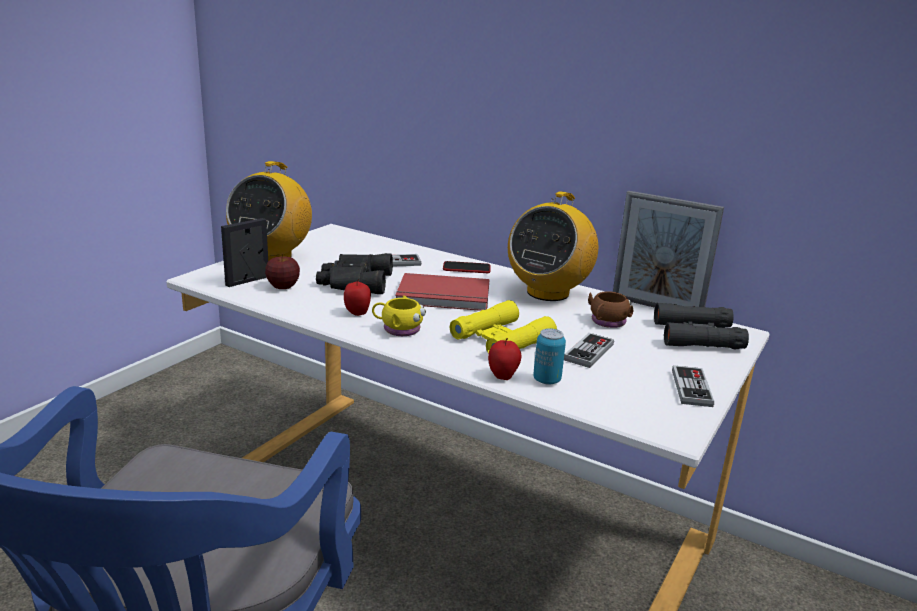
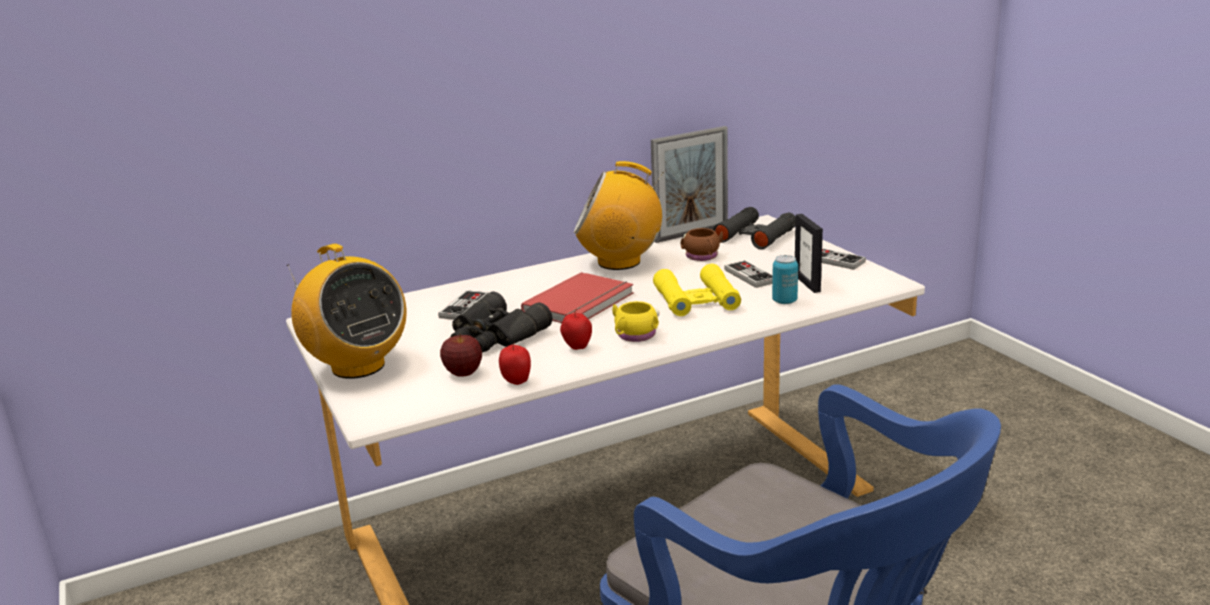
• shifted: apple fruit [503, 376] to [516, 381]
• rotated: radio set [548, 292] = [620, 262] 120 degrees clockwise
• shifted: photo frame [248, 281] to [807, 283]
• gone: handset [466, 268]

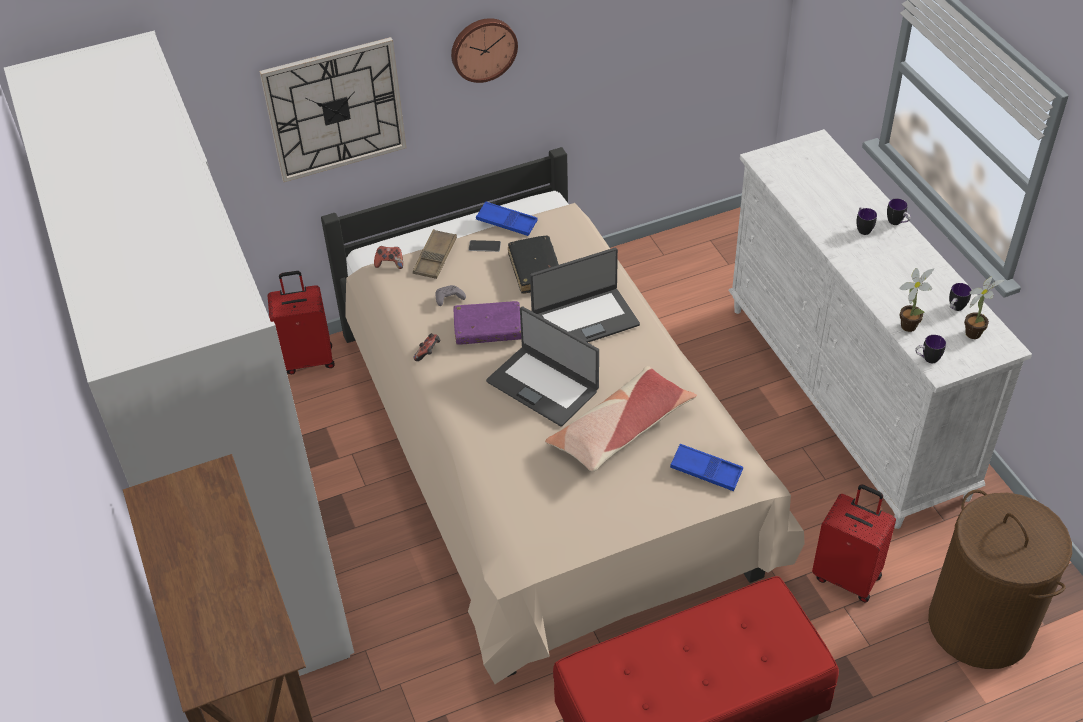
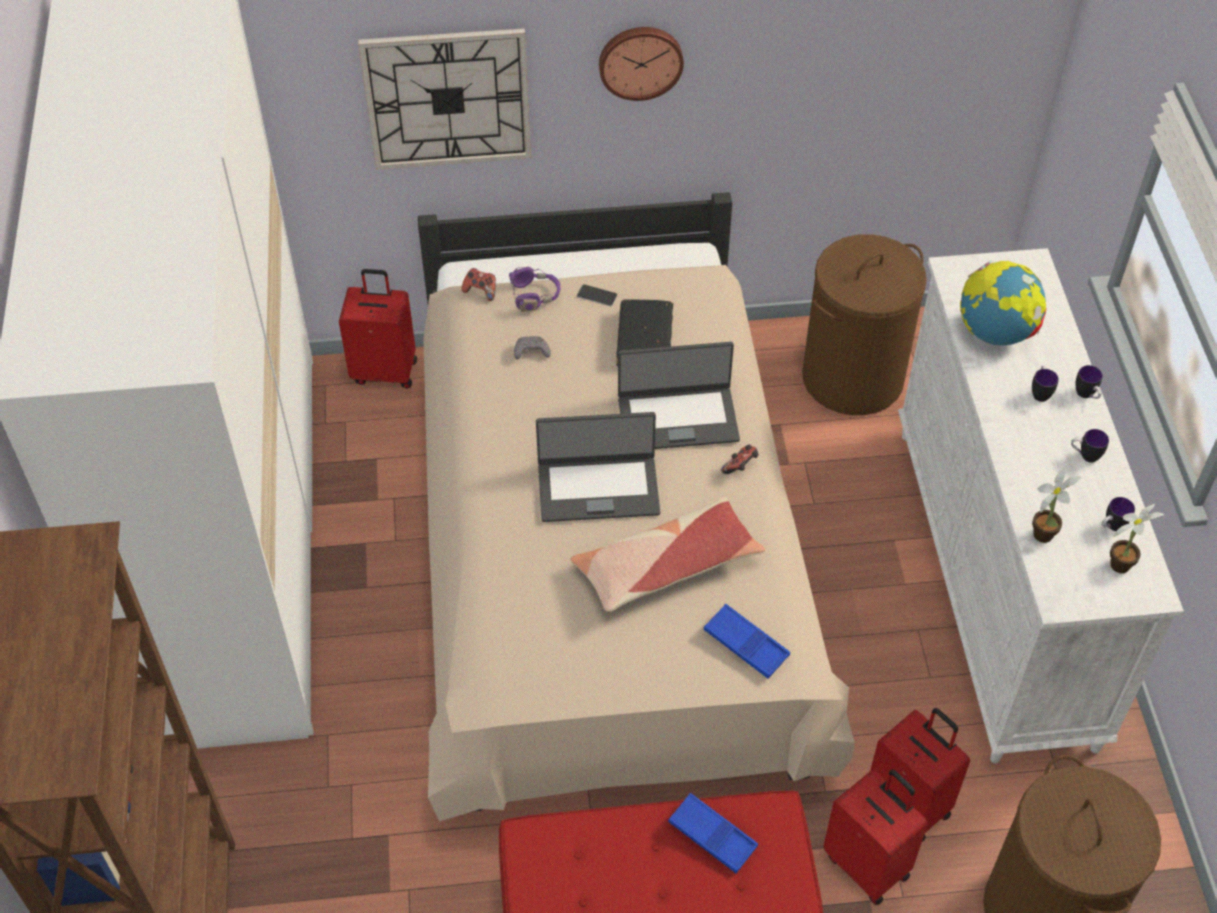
• swapped: brown-coloured carrying tray [435, 257] to purple-coloured pair of headphones [535, 296]
• rotated: laptop [543, 385] = [598, 488] 60 degrees counterclockwise
• shifted: blue-coloured carrying tray [506, 222] to [712, 836]
• shifted: gamepad [428, 353] to [740, 467]
• new: brown-coloured laundry basket [852, 377]
• new: reddish suitcase [868, 864]
• new: world globe [996, 332]
• shifted: tea mug [927, 359] to [1085, 456]
• gone: purple-coloured book [488, 329]

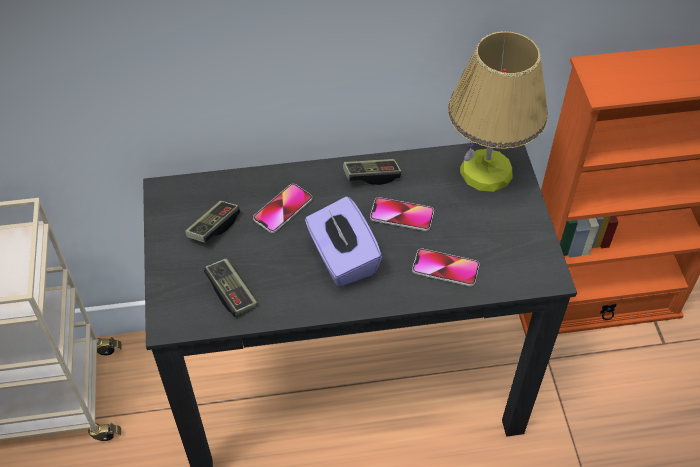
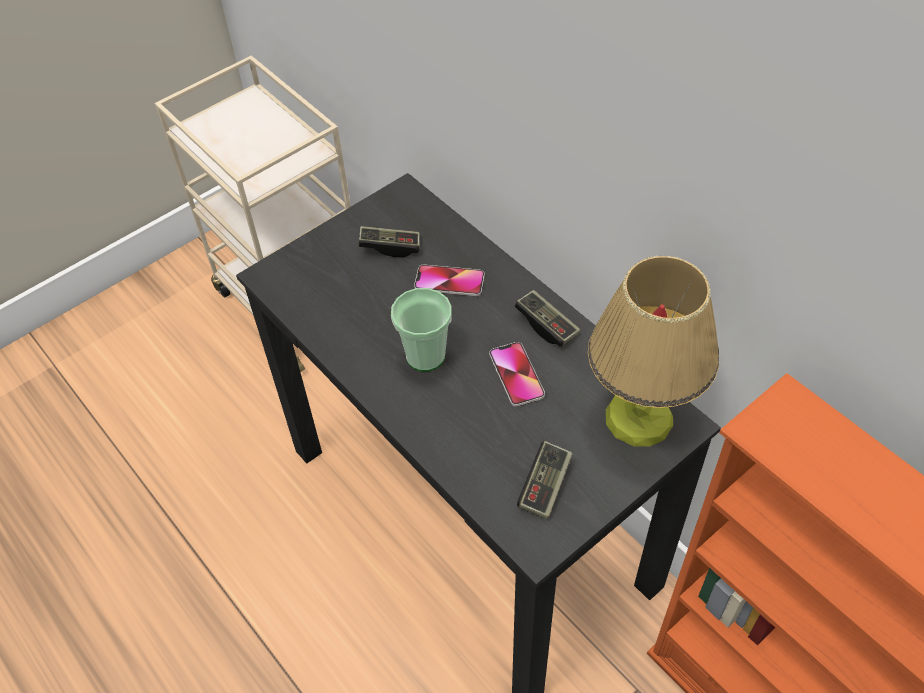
• swapped: purple-coloured box of tissues [342, 258] to drinking cup [425, 356]
• shifted: gamepad [231, 293] to [545, 486]
• gone: handset [445, 268]

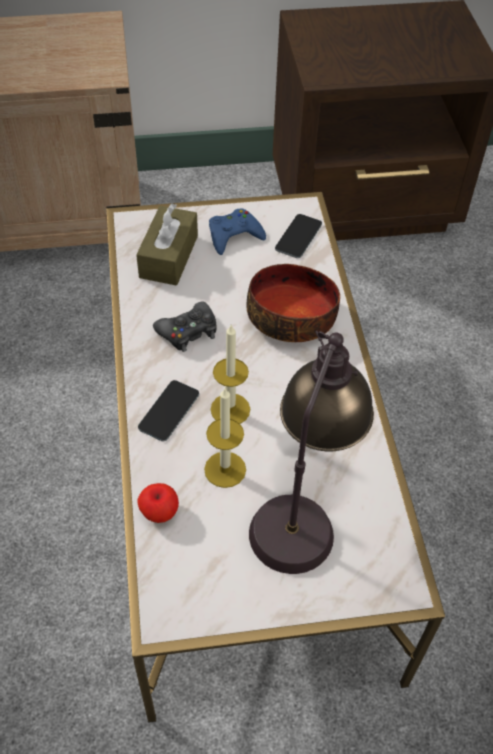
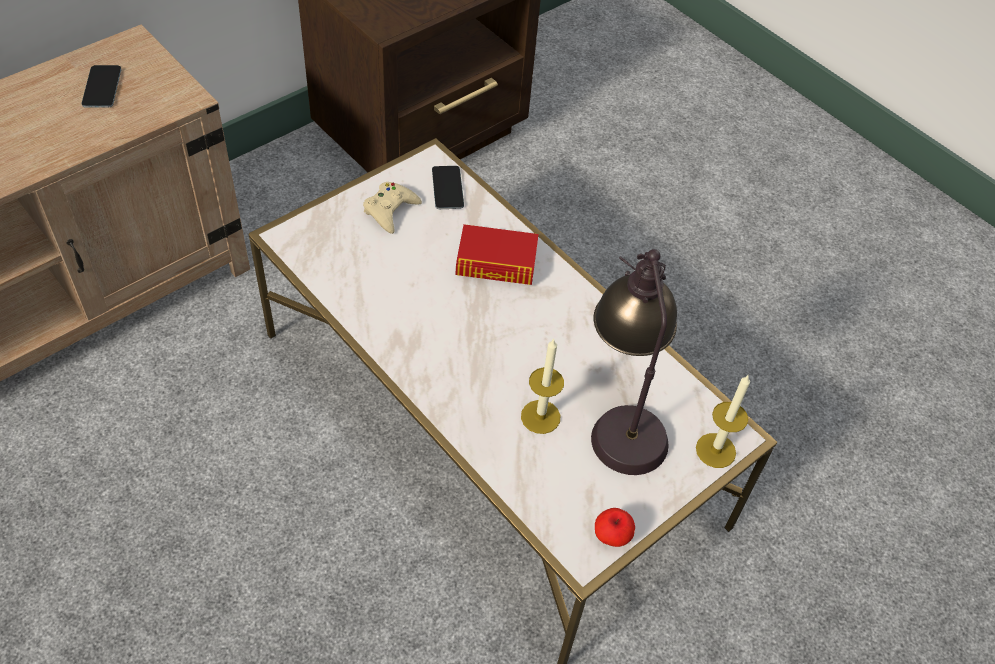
• shifted: handset [169, 411] to [102, 87]
• repainted: blue-coloured gamepad [234, 235] to sand-coloured gamepad [390, 210]
• swapped: serving bowl [292, 316] to book [496, 262]
• shifted: apple fruit [159, 512] to [611, 536]
• shifted: candle [230, 409] to [715, 450]
• gone: brown-coloured box of tissues [169, 256]
• gone: black gamepad [188, 332]

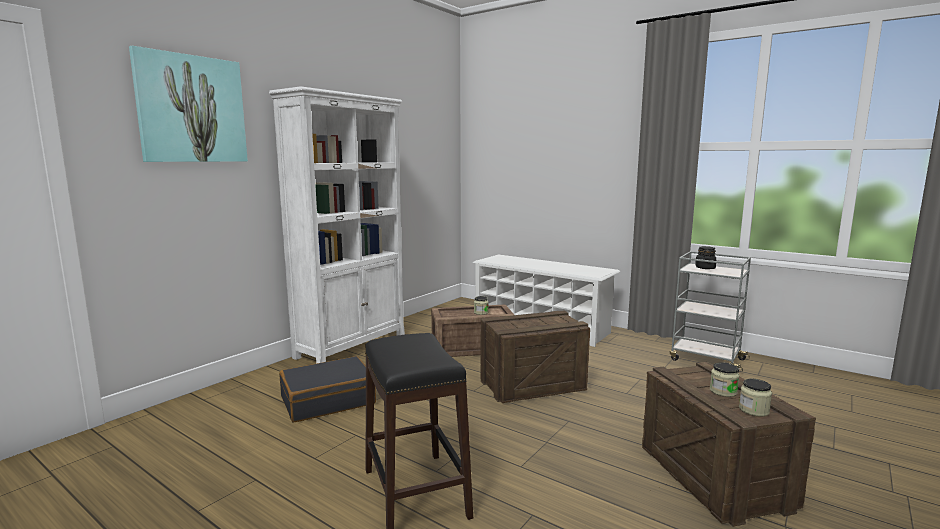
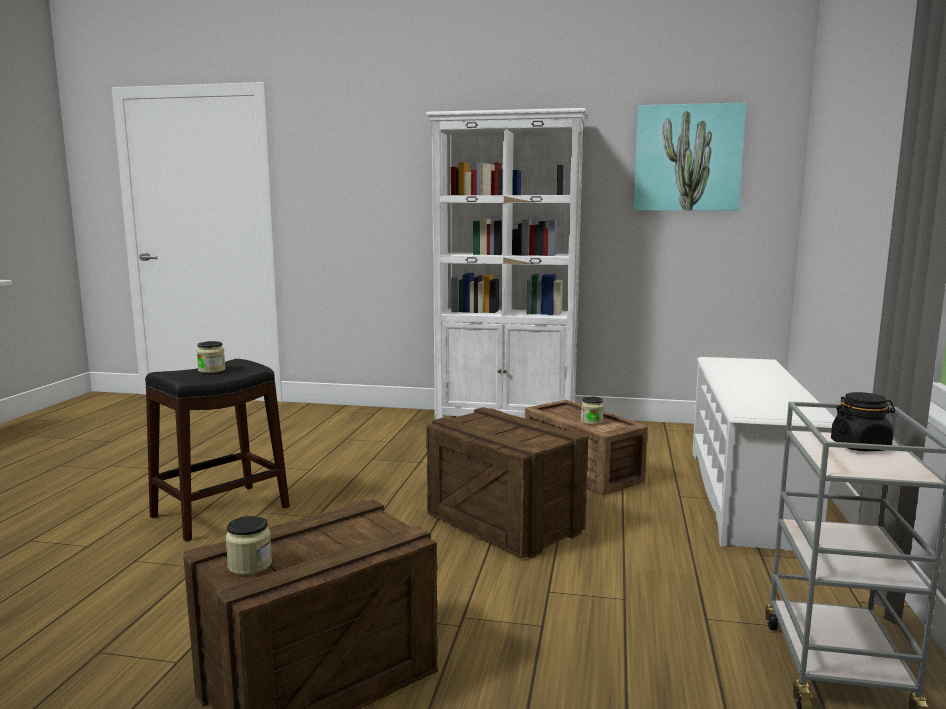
• shifted: jar [723, 391] to [211, 370]
• shifted: wall art [192, 109] to [687, 158]
• gone: black suitcase [328, 400]

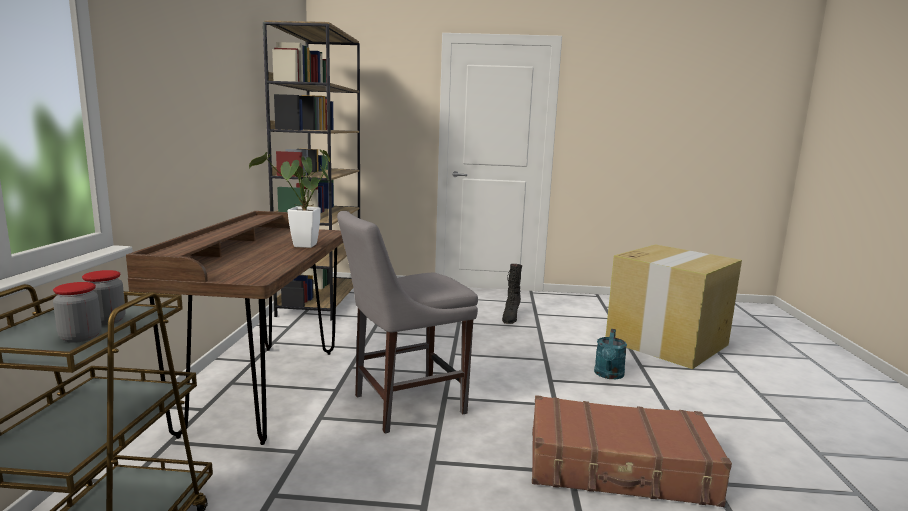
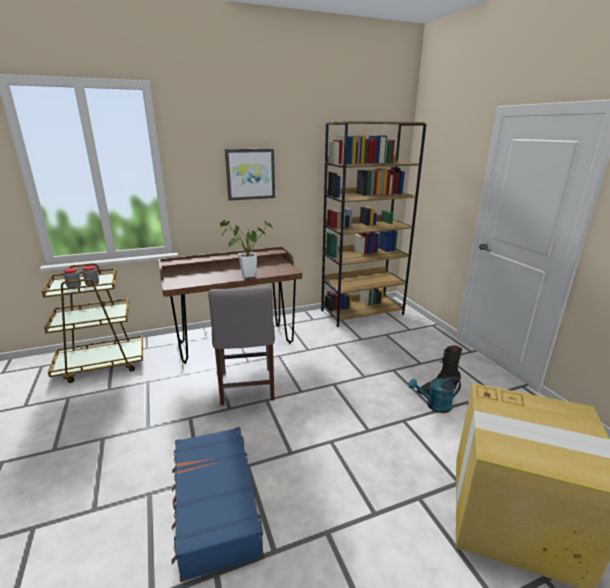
• repainted: brown-coloured suitcase [619, 468] to blue-coloured suitcase [215, 506]
• rotated: greyish chair [403, 405] = [246, 388] 135 degrees counterclockwise
• new: wall art [250, 174]
• shifted: turquoise watering pot [608, 375] to [434, 405]

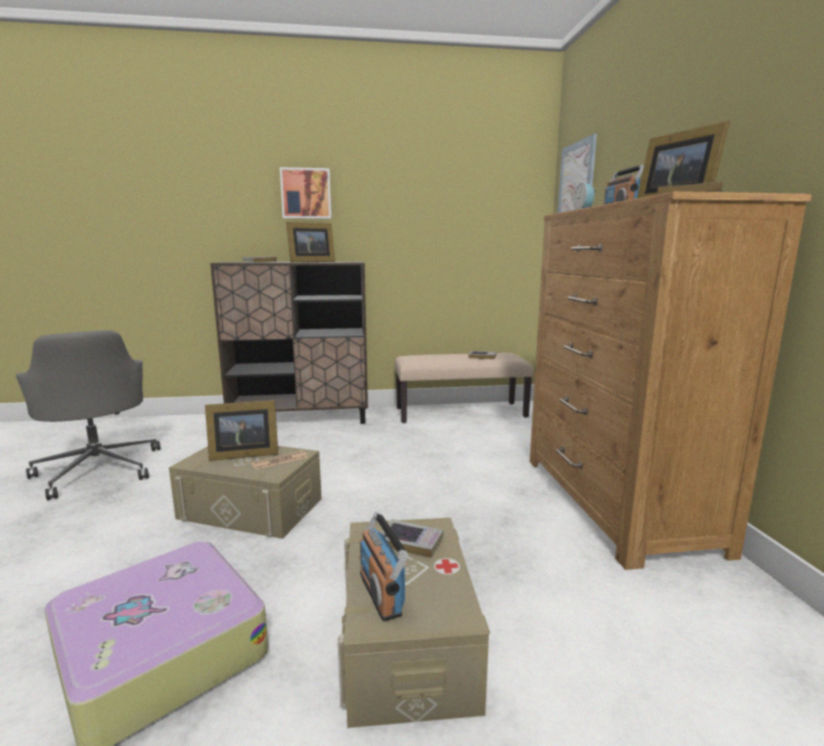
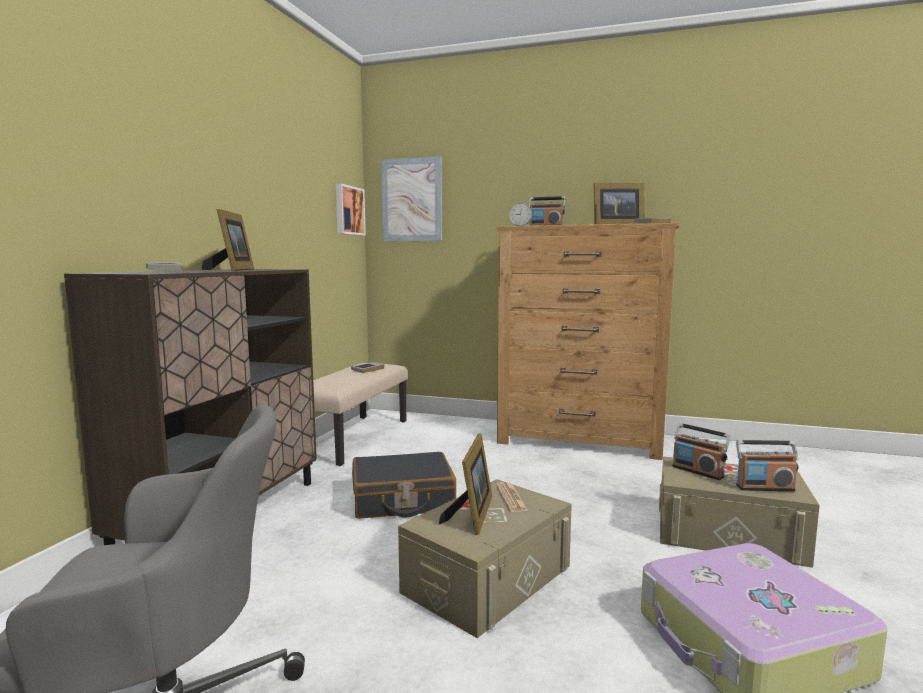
• shifted: wall art [306, 194] to [348, 210]
• new: black suitcase [402, 500]
• swapped: book [410, 542] to radio set [698, 471]

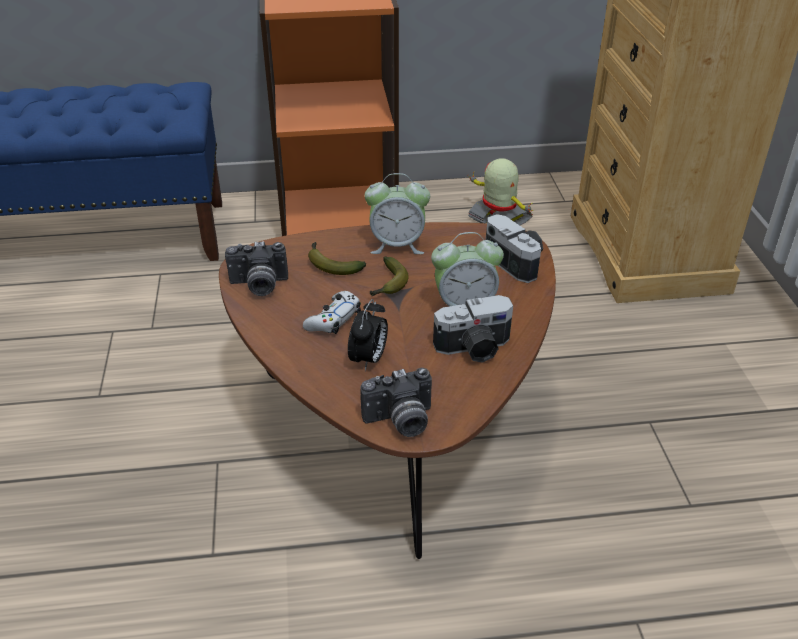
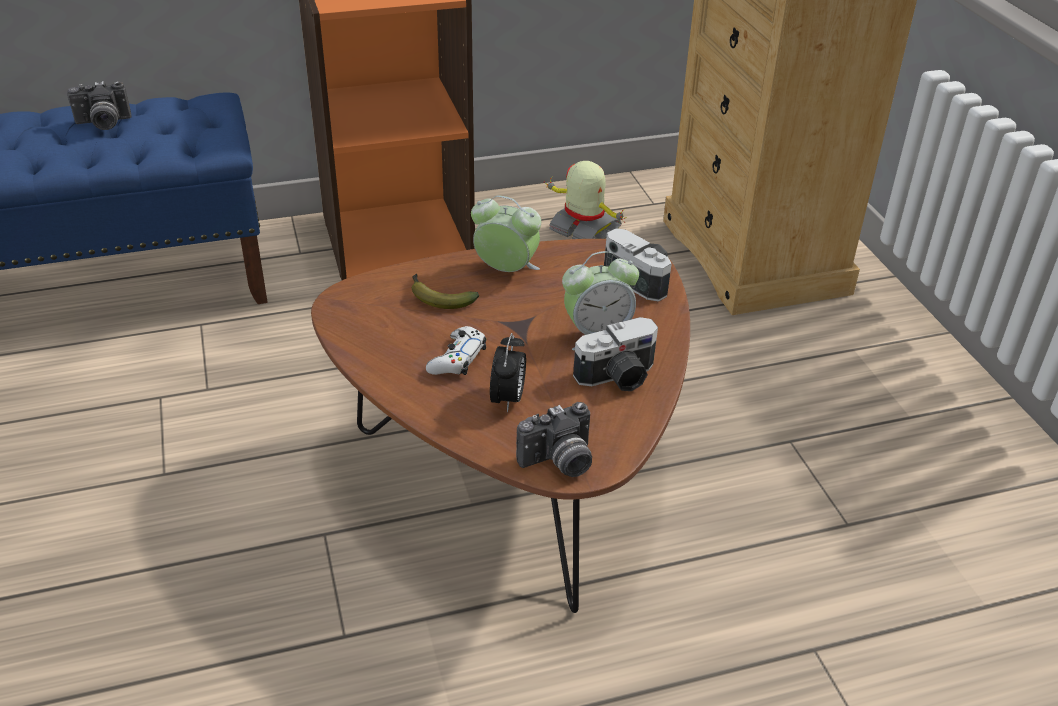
• shifted: still camera [259, 286] to [103, 124]
• rotated: table clock [397, 245] = [506, 270] 150 degrees counterclockwise
• gone: banana fruit [388, 284]

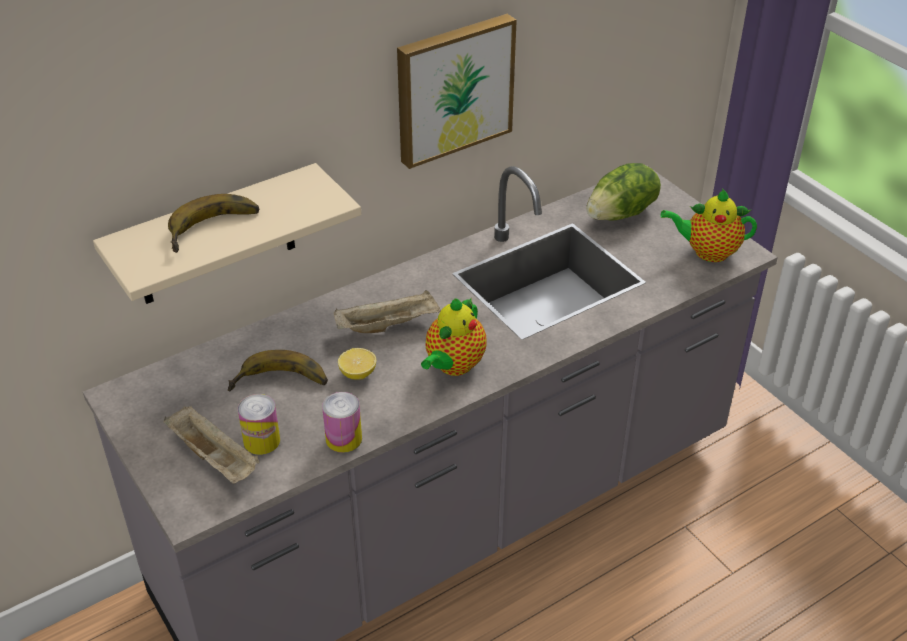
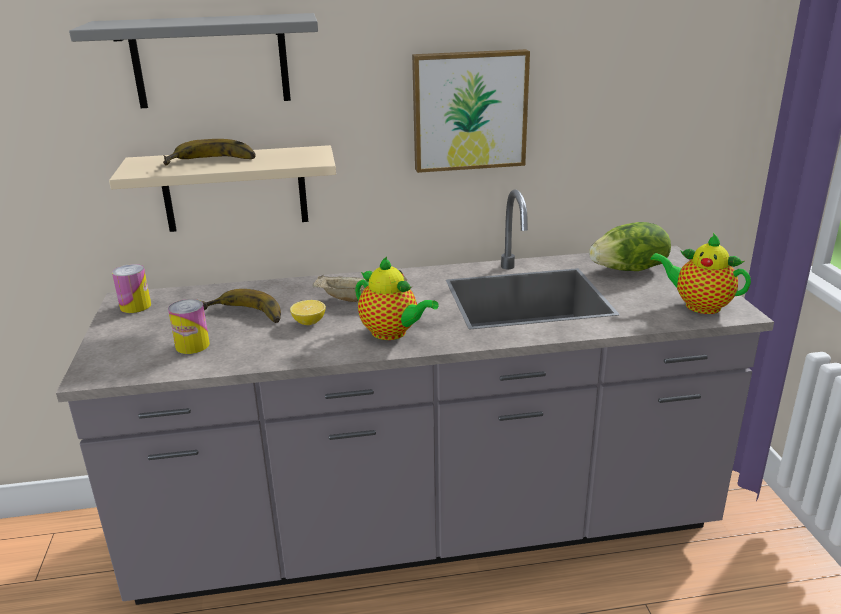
• new: greyish wall shelf [211, 61]
• shifted: can [343, 439] to [135, 306]
• rotated: pot for tea [453, 366] = [392, 333] 105 degrees counterclockwise
• gone: sand-coloured carrying tray [215, 458]

